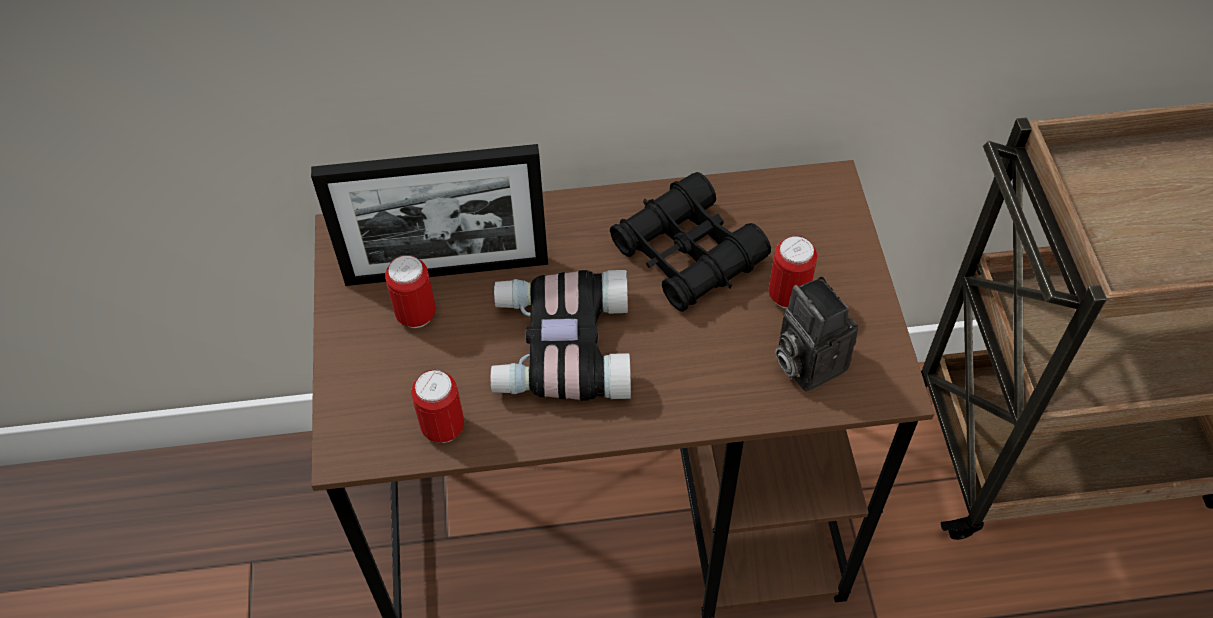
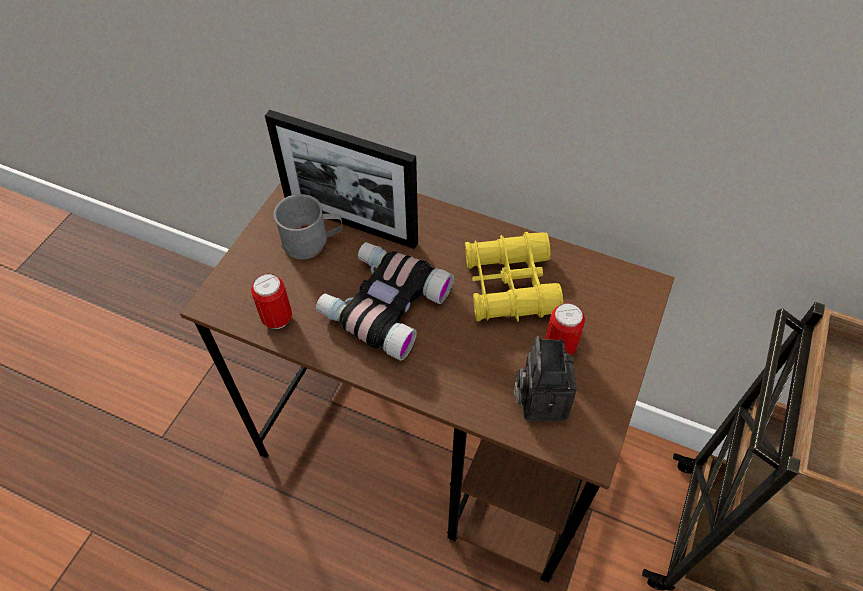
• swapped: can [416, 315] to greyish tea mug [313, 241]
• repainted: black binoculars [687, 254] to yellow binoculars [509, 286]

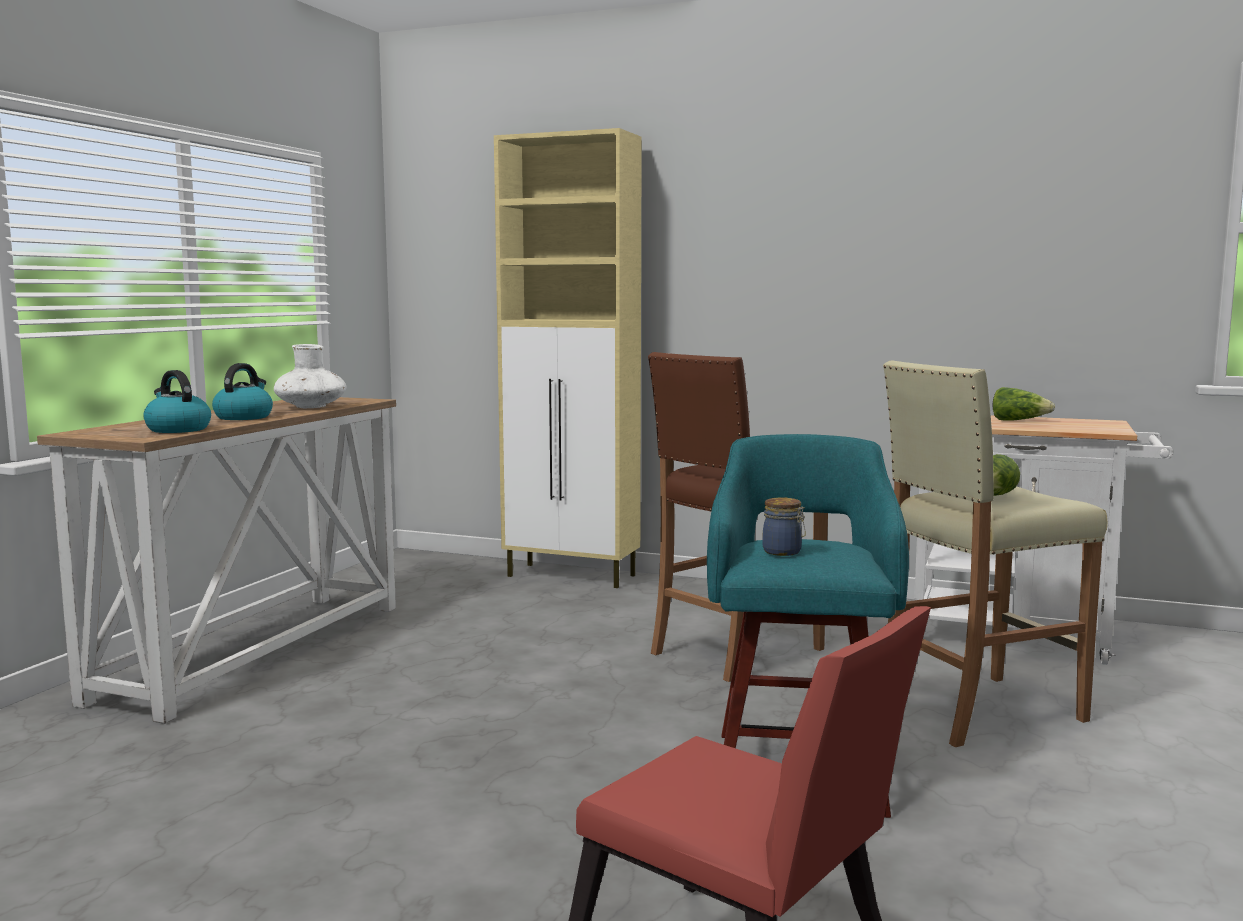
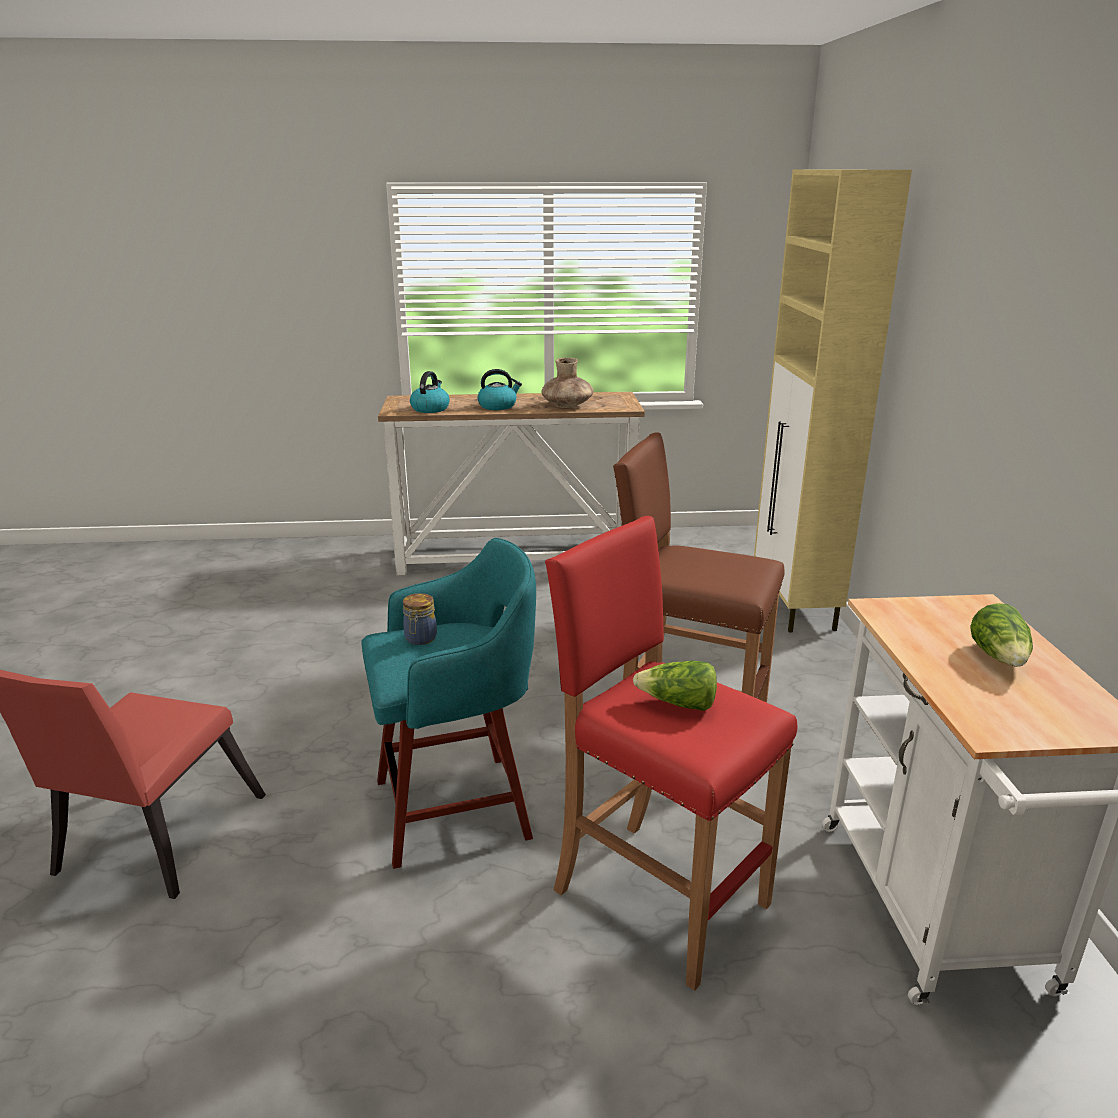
• repainted: whitish vase [311, 407] to brown-coloured vase [567, 405]
• repainted: sand-coloured sitting stool [976, 710] to reddish sitting stool [658, 896]

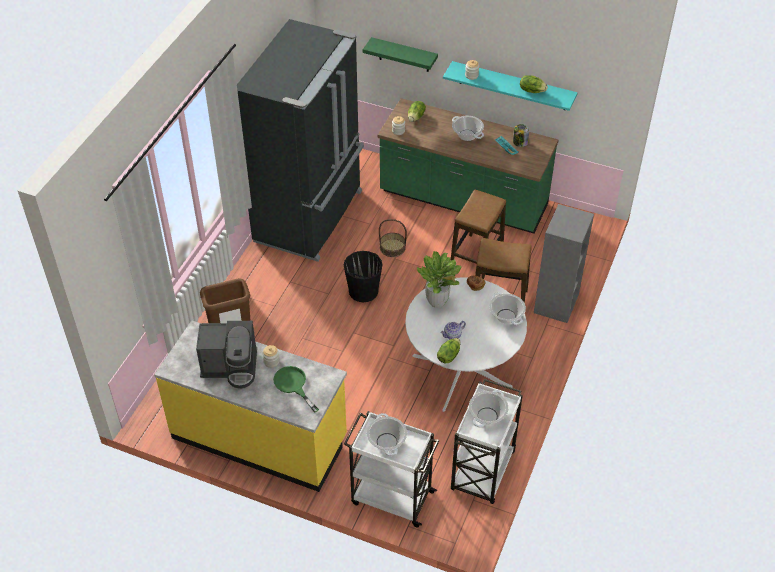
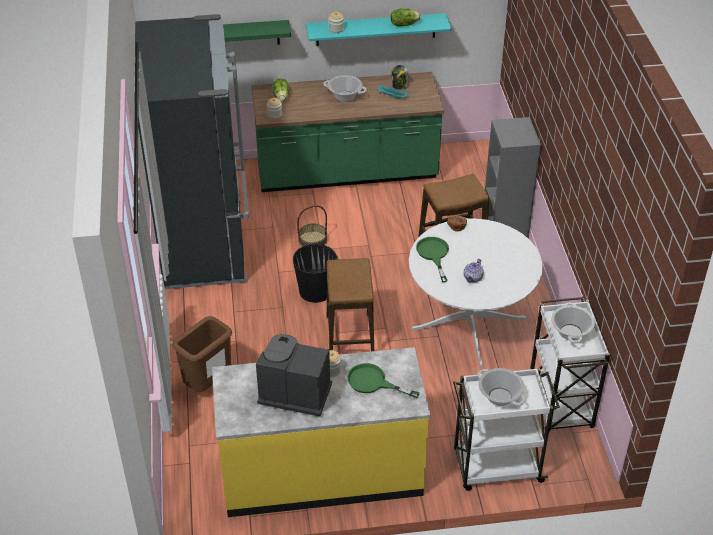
• rotated: coffee brewer [231, 367] = [293, 393] 135 degrees counterclockwise
• shifted: sitting stool [476, 256] to [349, 336]
• swapped: plant in a pot [437, 302] to green-coloured skillet [433, 254]
• gone: lettuce [448, 356]
• gone: cooking pot [506, 316]

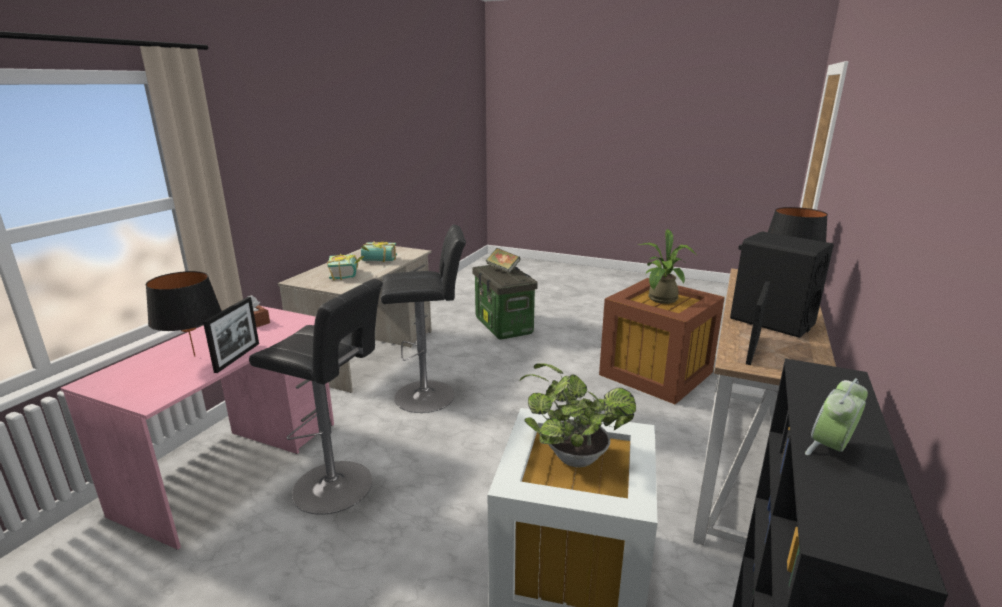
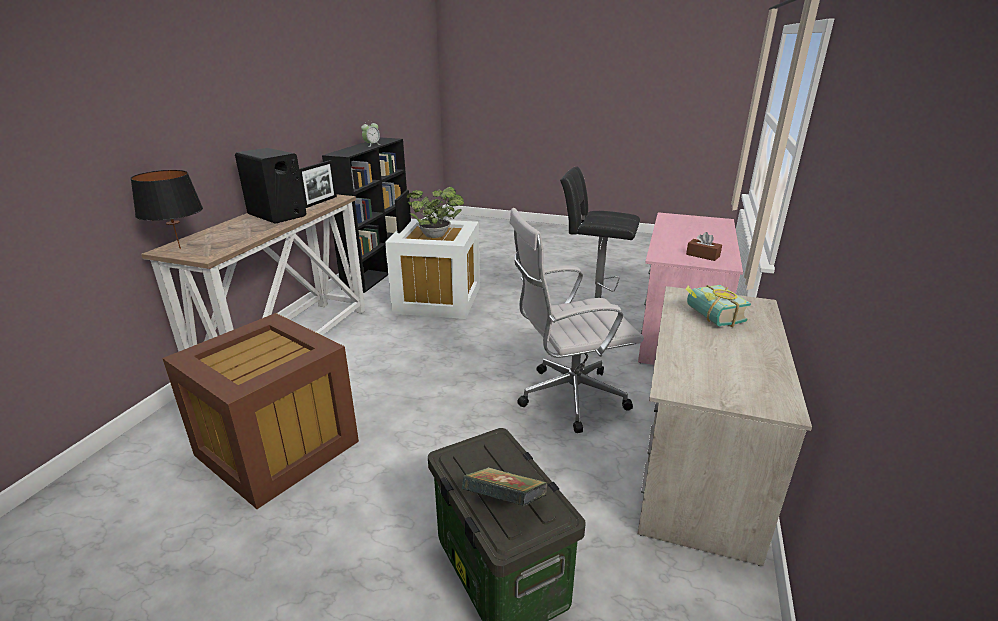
• shifted: photo frame [237, 357] to [404, 226]
• swapped: black sitting stool [429, 395] to whitish desk chair [567, 398]
• gone: black table lamp [195, 356]
• gone: book [378, 261]
• gone: plant in a pot [661, 300]

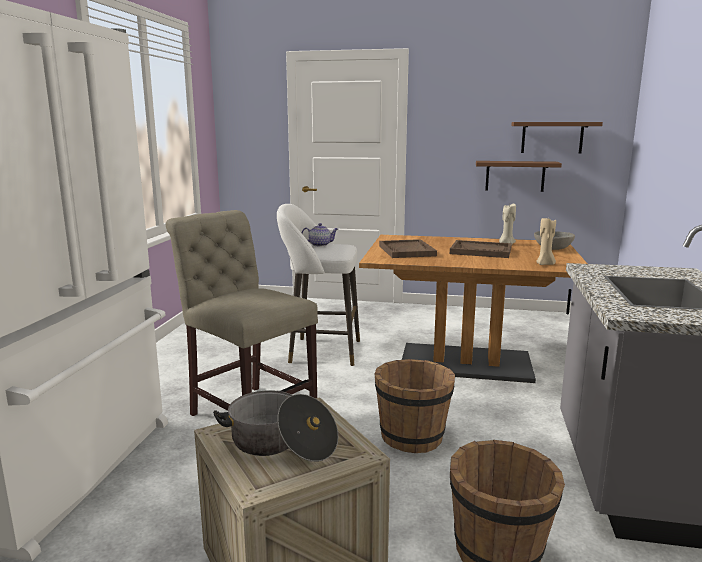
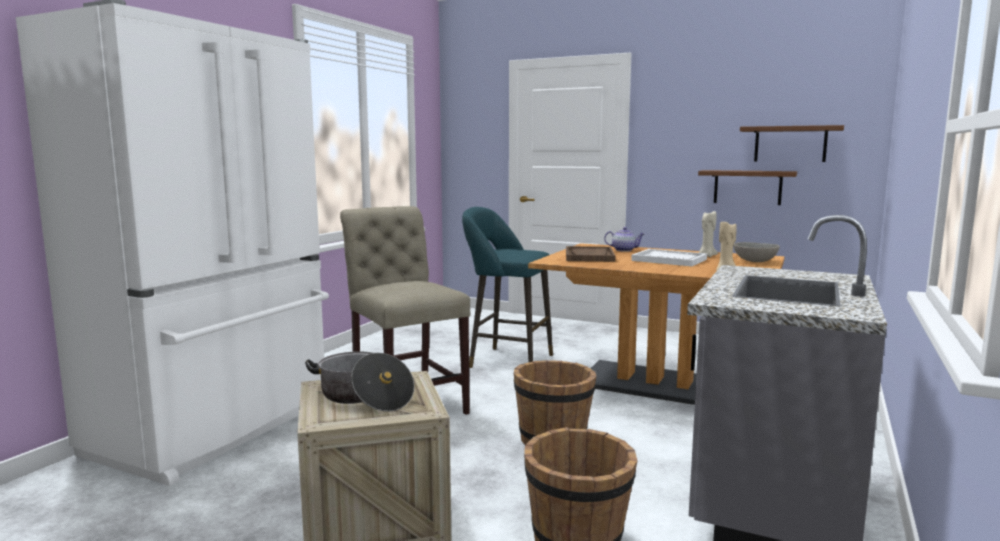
• repainted: whitish sitting stool [320, 351] to turquoise sitting stool [506, 360]
• shifted: pot for tea [320, 244] to [624, 250]
• repainted: brown-coloured carrying tray [481, 251] to whitish carrying tray [669, 260]

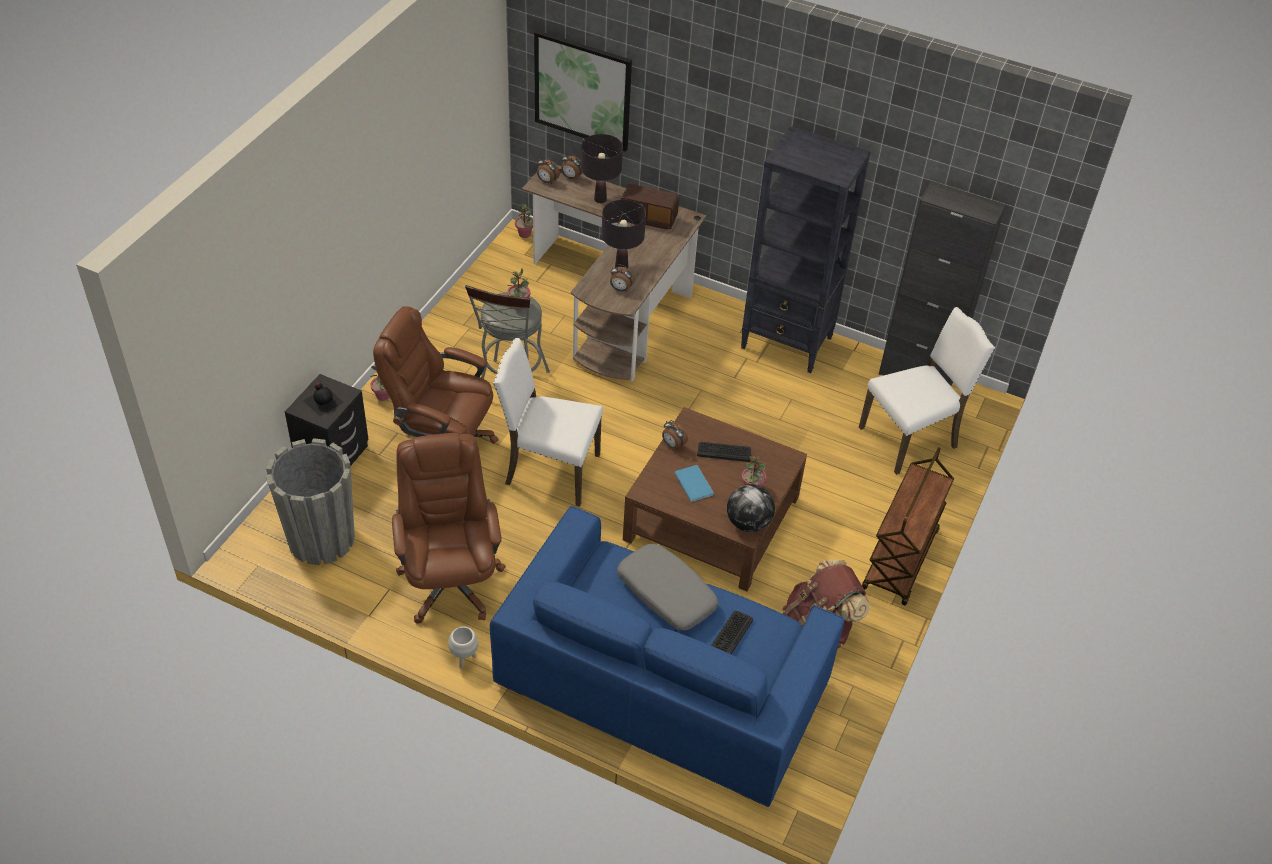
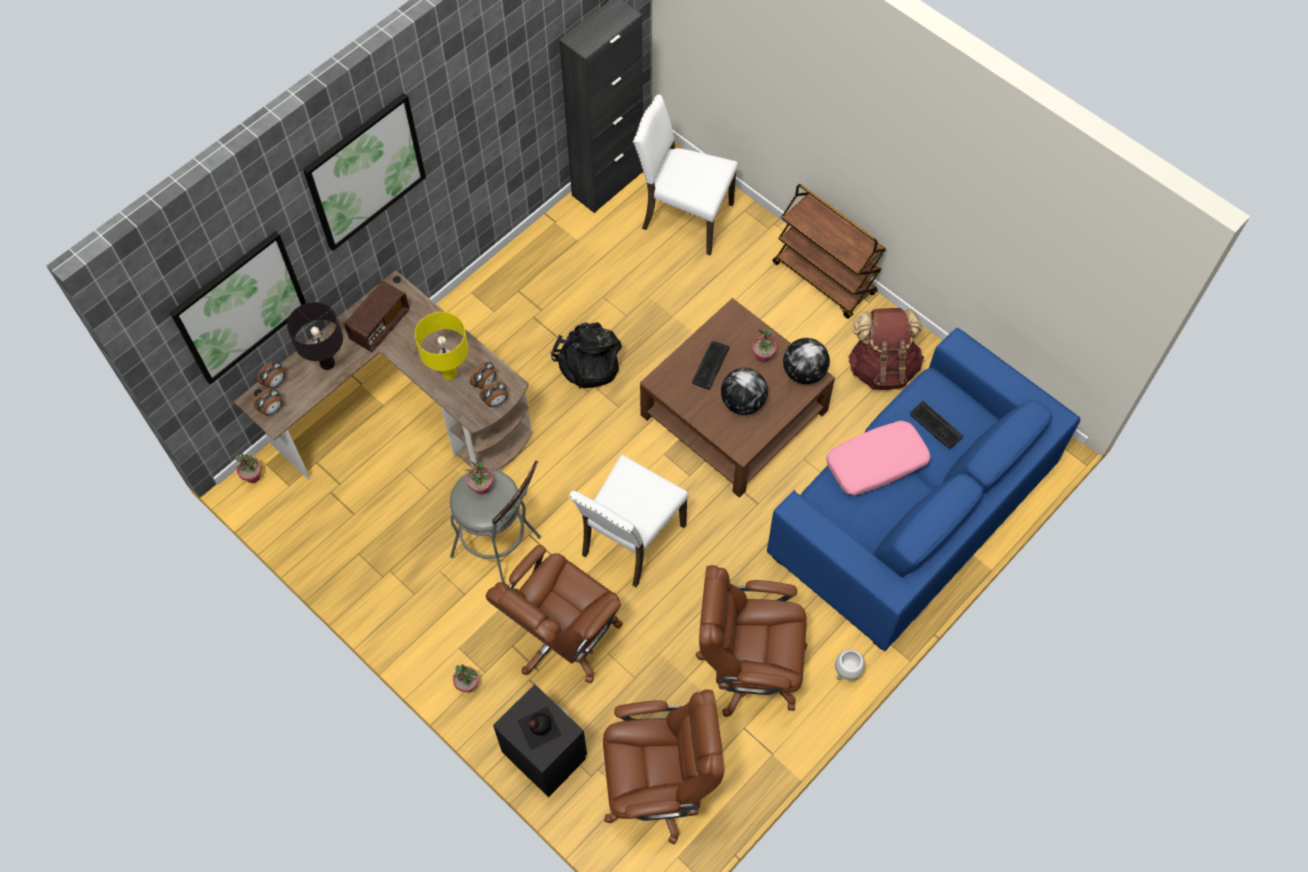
• new: wall art [365, 172]
• repainted: black table lamp [621, 266] to yellow table lamp [449, 373]
• shifted: table clock [673, 445] to [496, 402]
• new: black backpack [587, 363]
• swapped: greyish flower pot [321, 539] to brown-coloured desk chair [659, 785]
• rotated: whitish chair [911, 438] = [684, 217] 60 degrees counterclockwise
• swapped: blue-coloured book [694, 483] to world globe [742, 402]
• repainted: greyish pillow [665, 594] to pink pillow [876, 464]
• gone: black bookcase [787, 343]

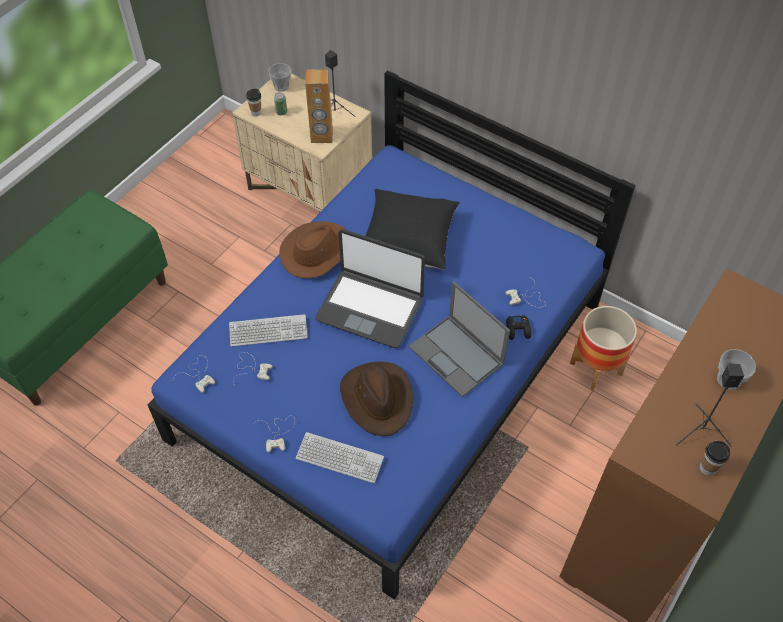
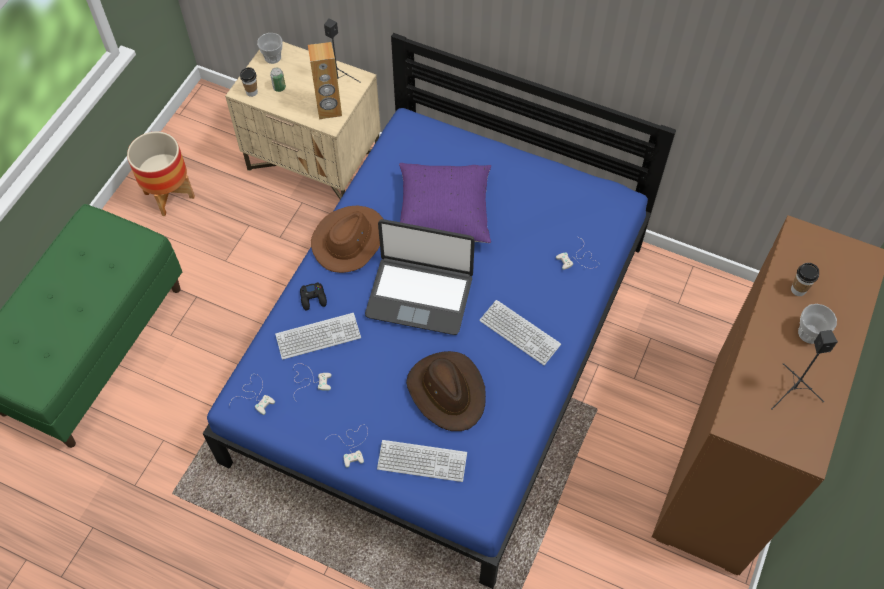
• shifted: flower pot [596, 368] to [170, 195]
• shifted: black gamepad [518, 329] to [313, 298]
• repainted: black pillow [408, 240] to purple-coloured pillow [444, 214]
• swapped: laptop [457, 356] to PC keyboard [519, 333]
• shifted: drinking cup [707, 468] to [798, 290]

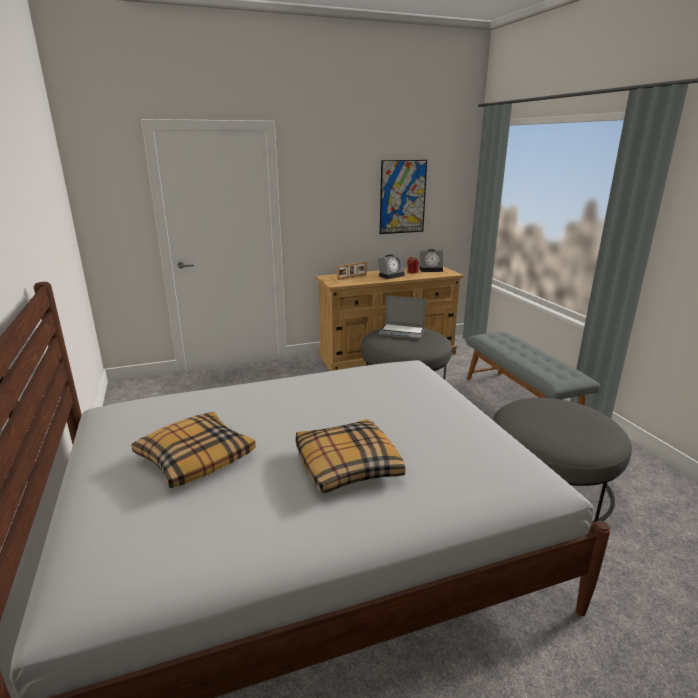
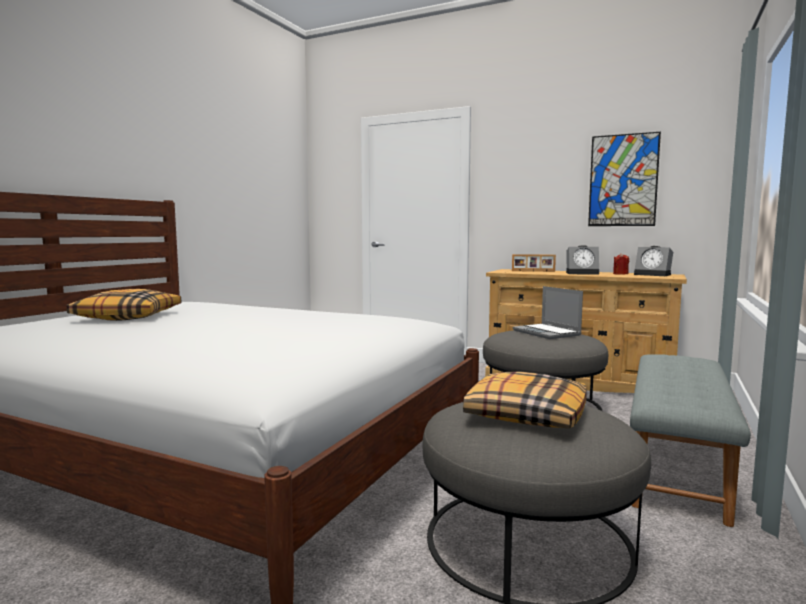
• shifted: pillow [346, 465] to [525, 414]

